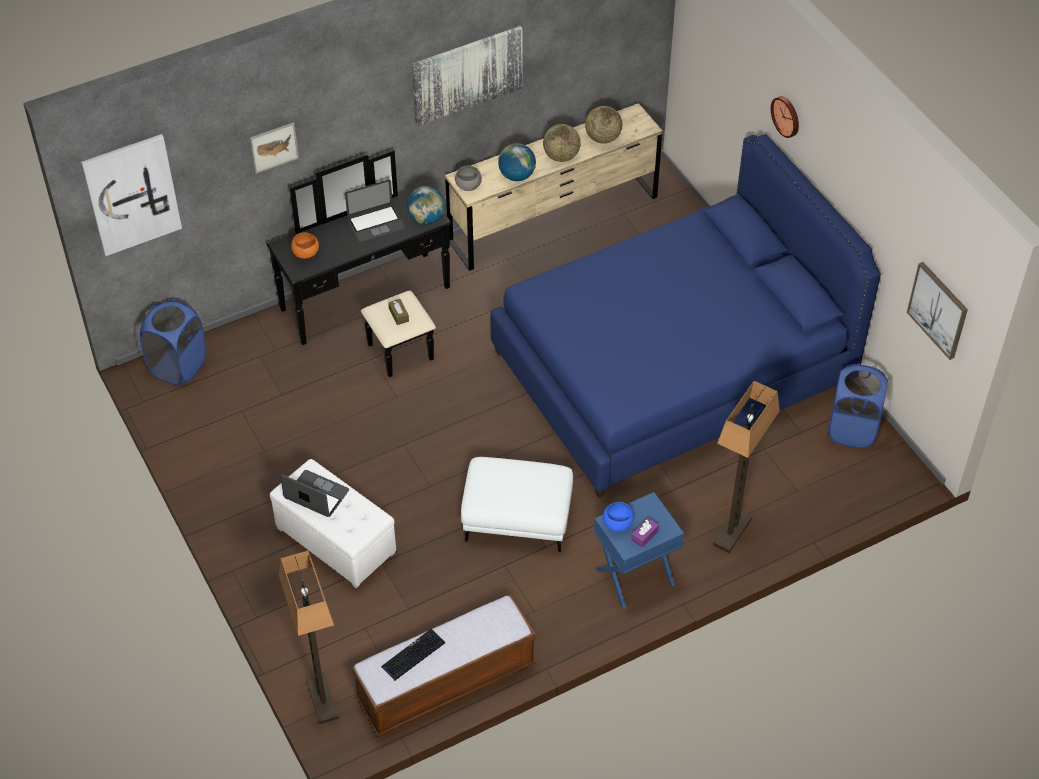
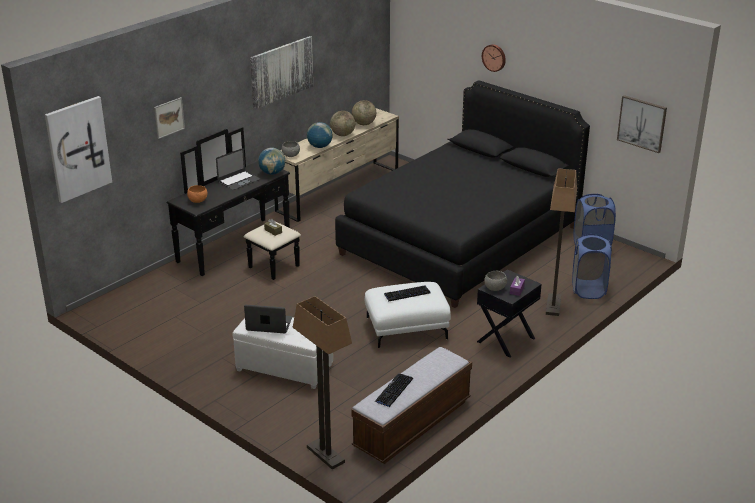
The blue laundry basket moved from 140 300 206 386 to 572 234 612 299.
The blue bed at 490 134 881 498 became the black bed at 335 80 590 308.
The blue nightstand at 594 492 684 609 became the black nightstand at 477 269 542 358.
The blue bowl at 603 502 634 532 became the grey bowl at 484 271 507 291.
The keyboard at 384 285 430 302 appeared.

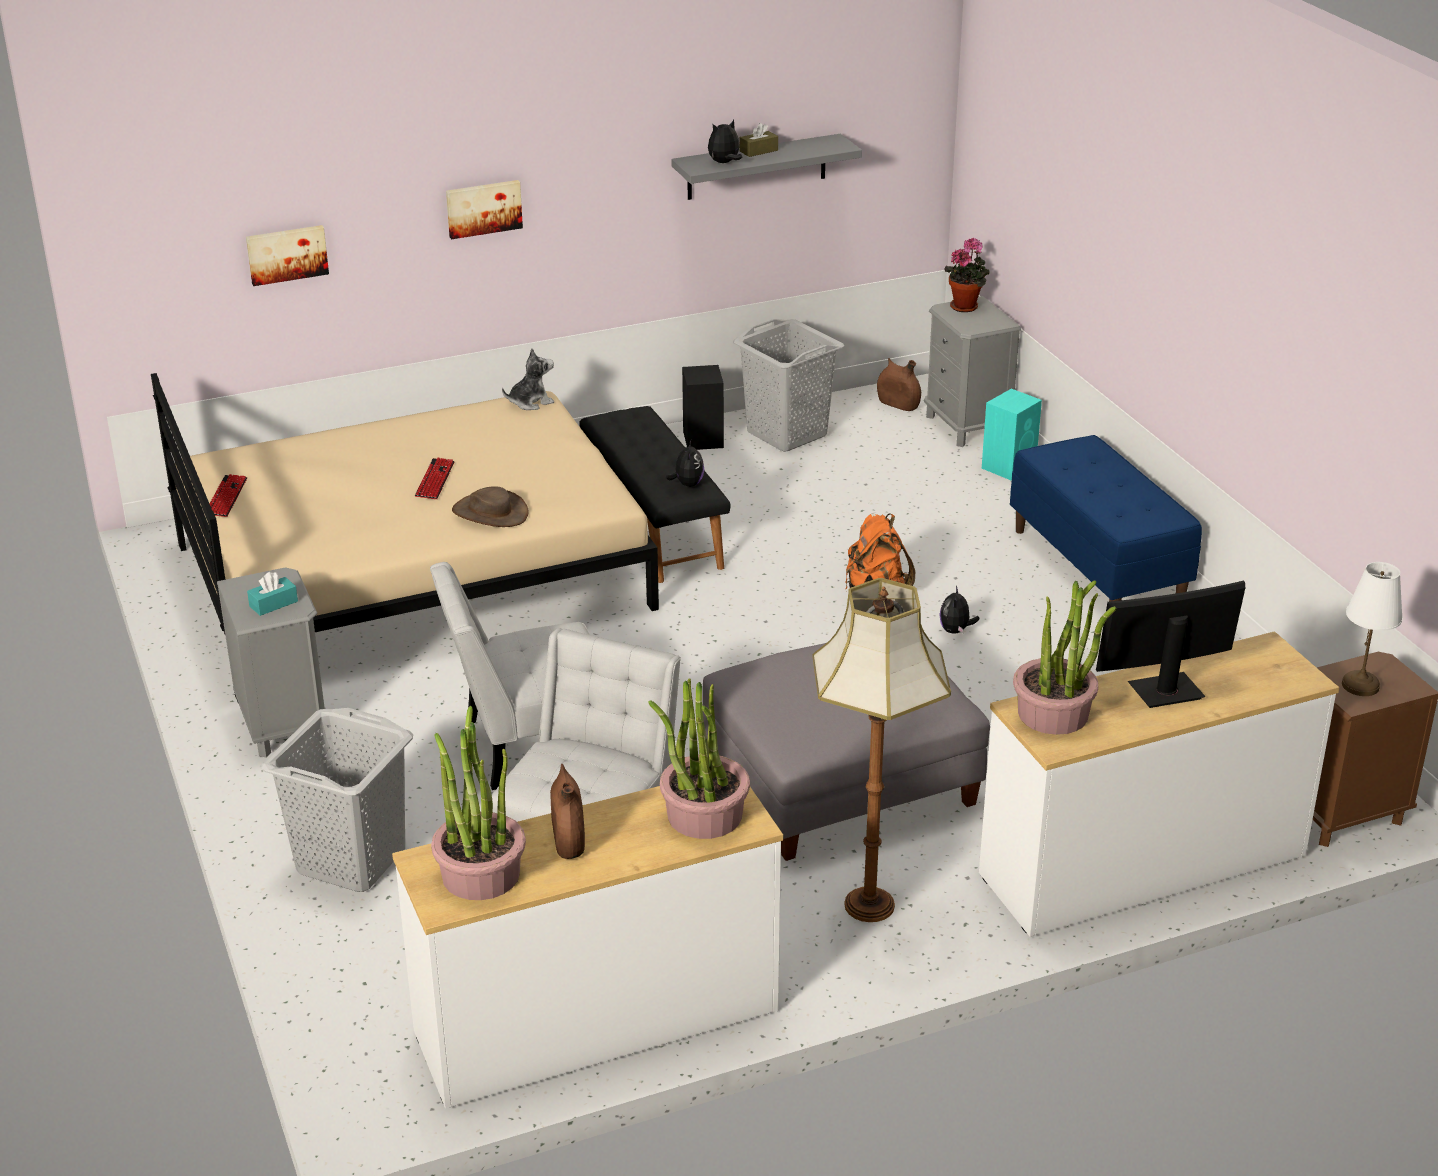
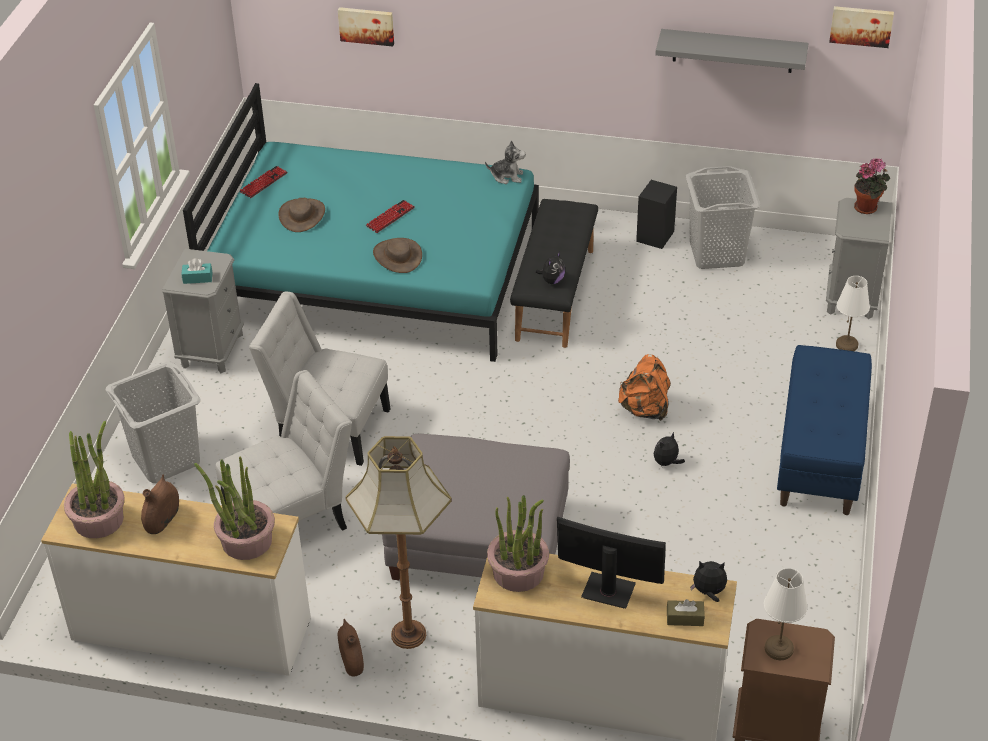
The beige bed at 151 373 659 702 became the turquoise bed at 183 83 539 362.
The picture moved from 446 180 523 239 to 829 6 894 48.
The plush toy moved from 708 120 742 163 to 690 561 727 602.
The brown tissue box moved from 740 123 778 157 to 667 599 705 626.
The brown vase moved from 877 358 921 411 to 337 619 364 676.
The turquoise speaker at 982 389 1042 481 was replaced by the white table lamp at 836 276 870 351.
The brown hat at 278 198 325 232 appeared.

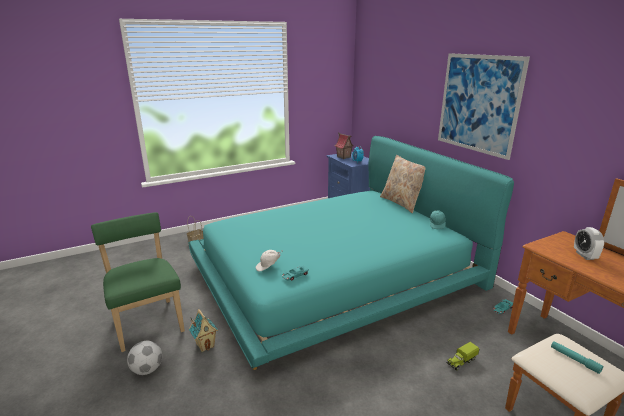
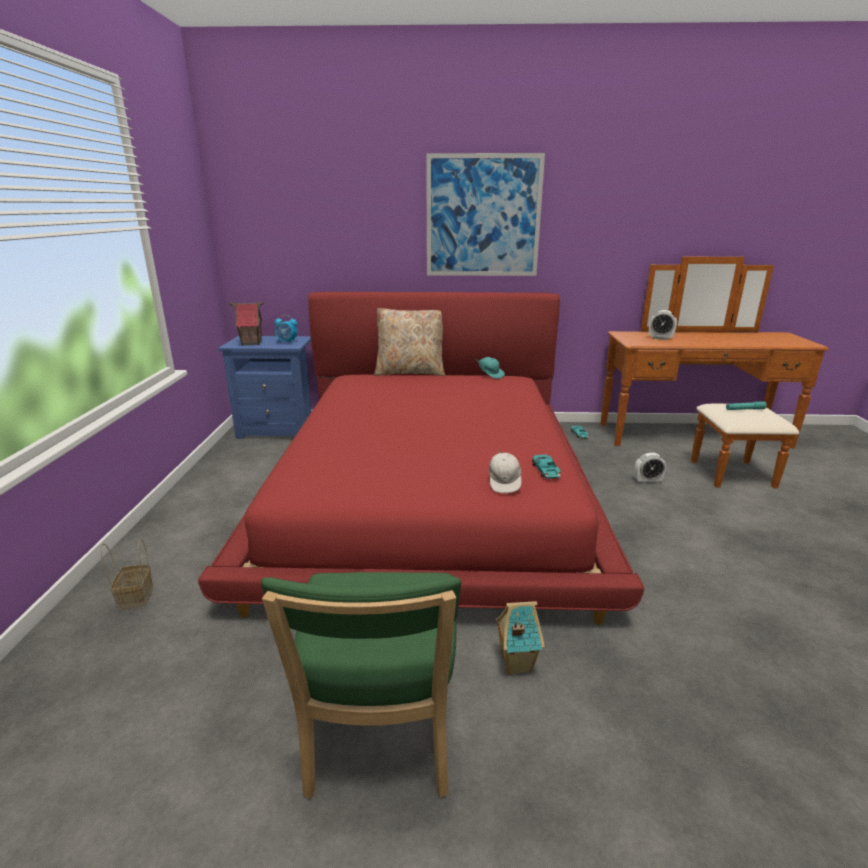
The green chair at 91 212 185 352 turned 90 degrees counterclockwise.
The football at 127 341 162 375 disappeared.
The turquoise bed at 189 136 514 370 became the red bed at 198 292 644 625.
The toy truck at 446 342 479 371 was replaced by the alarm clock at 634 453 666 484.

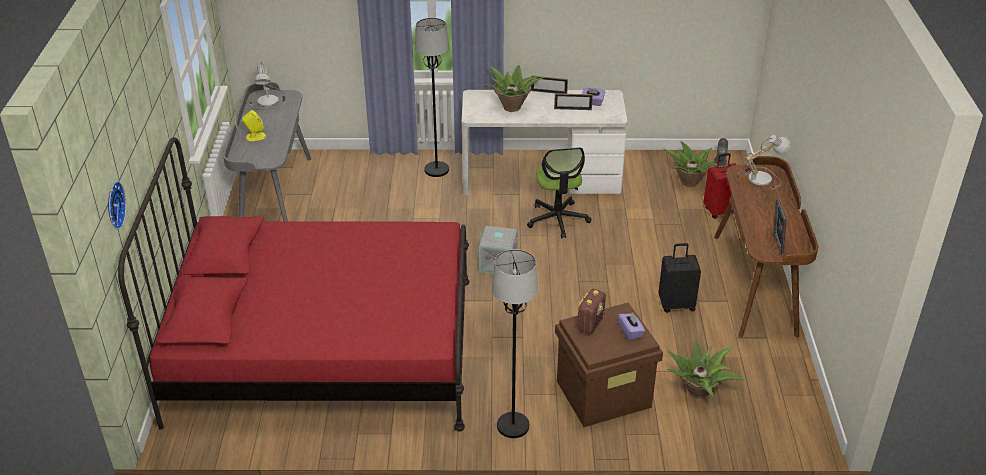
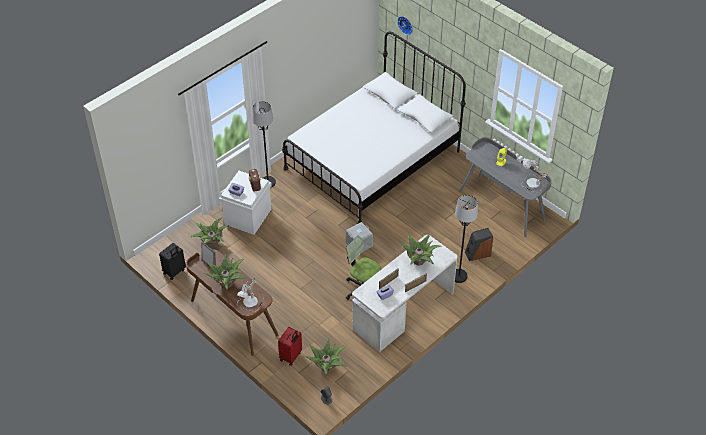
The red bed at 118 137 470 431 became the white bed at 282 32 466 224.
The brown storage box at 555 303 663 427 became the white storage box at 219 171 272 235.
The black suitcase moved from 659 243 701 313 to 159 243 186 280.
The potted plant at 203 254 247 289 appeared.
The speaker at 465 228 493 261 appeared.

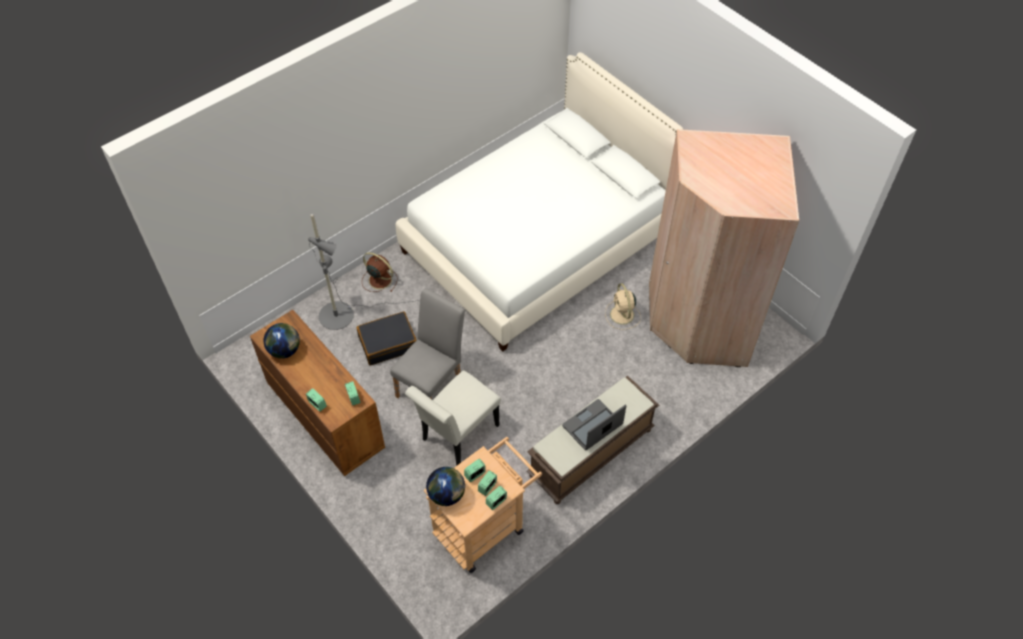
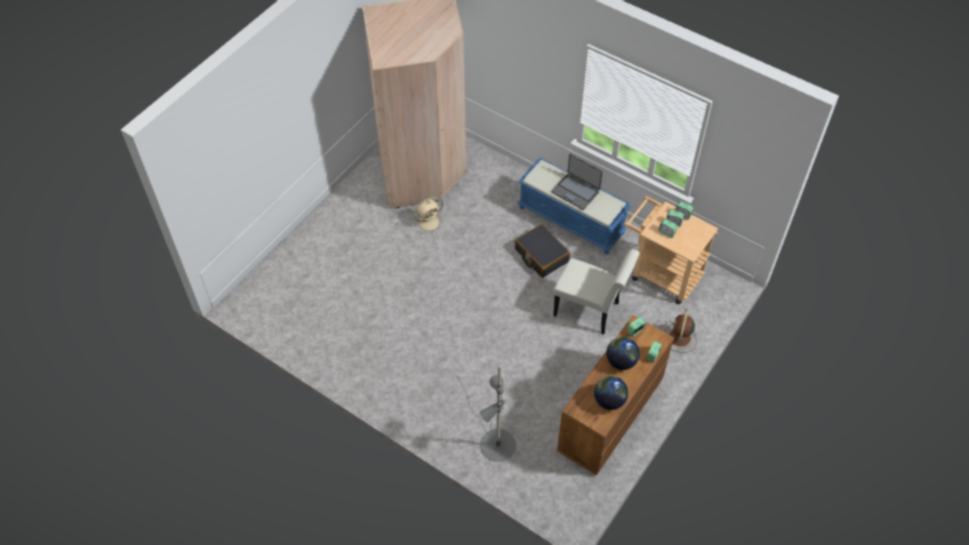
The black suitcase moved from 356 311 417 365 to 515 224 570 278.
The brown fan moved from 362 252 398 292 to 664 309 697 353.
The grey chair at 390 288 465 399 disappeared.
The white bed at 395 52 683 351 disappeared.
The globe moved from 426 467 465 506 to 606 337 640 370.
The brown bench at 527 376 659 504 became the blue bench at 517 158 631 254.

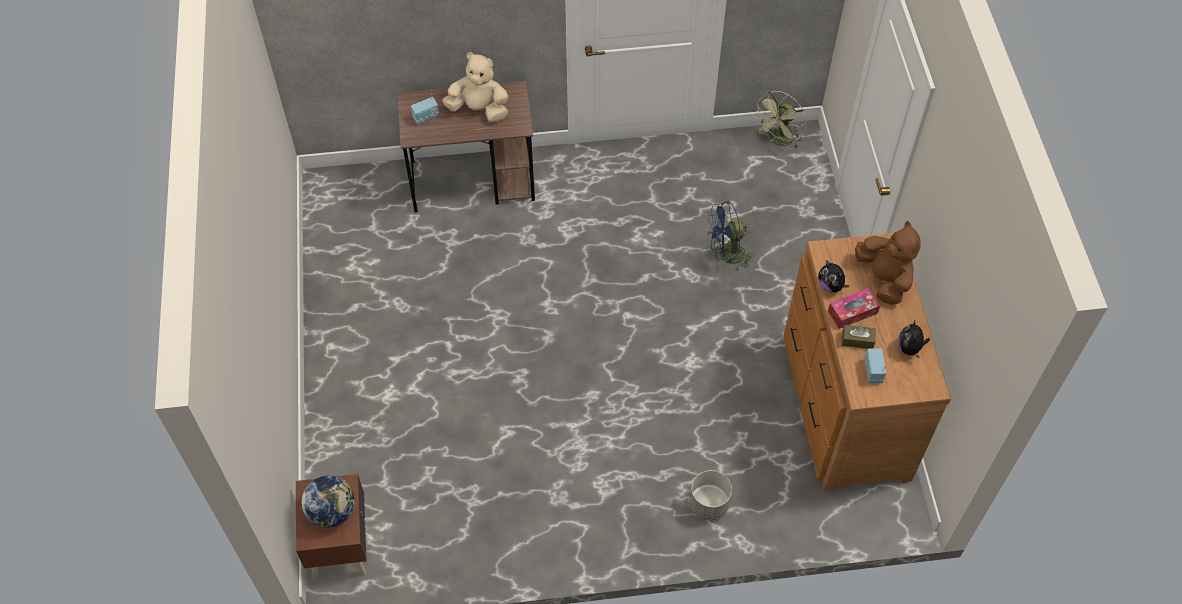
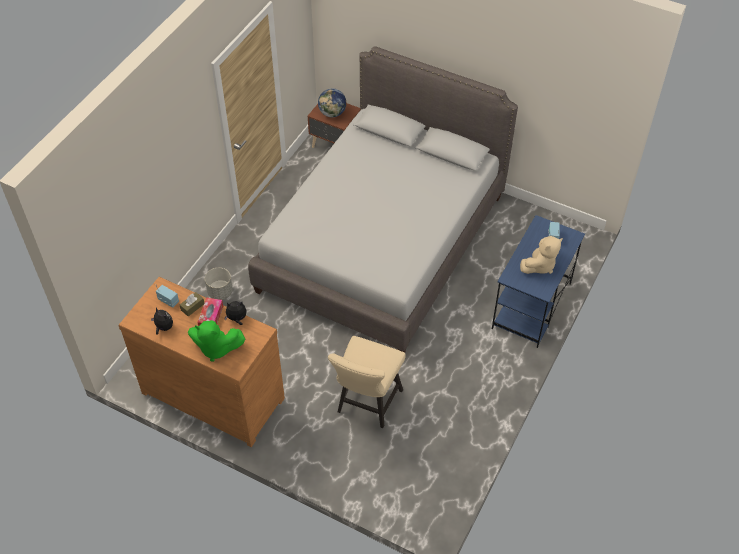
The brown desk at 397 81 535 213 became the blue desk at 492 215 585 348.
The blue fan at 707 201 755 272 was replaced by the beige chair at 328 336 406 428.
The green fan at 753 91 807 149 disappeared.
The brown plush toy at 855 221 921 305 became the green plush toy at 188 320 245 362.
The grey bed at 248 46 518 353 appeared.

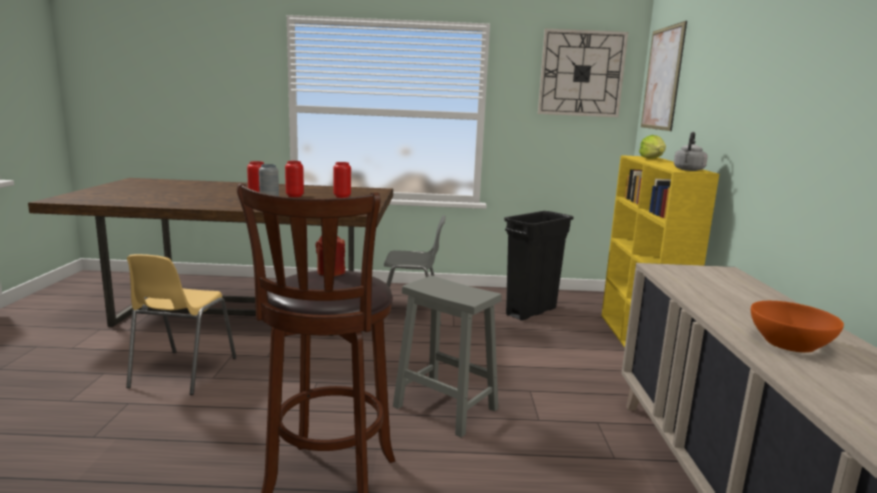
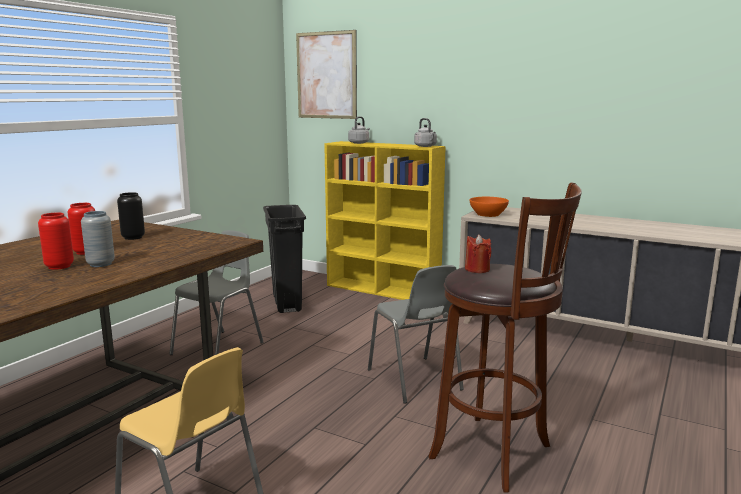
The red vase at 333 162 351 198 became the black vase at 117 192 145 240.
The grey stool at 393 276 502 438 was replaced by the grey chair at 368 265 464 404.
The wall clock at 538 29 628 117 disappeared.
The lettuce at 639 135 666 159 was replaced by the grey kettle at 348 116 370 144.
The orange bowl moved from 751 301 844 353 to 470 197 509 217.

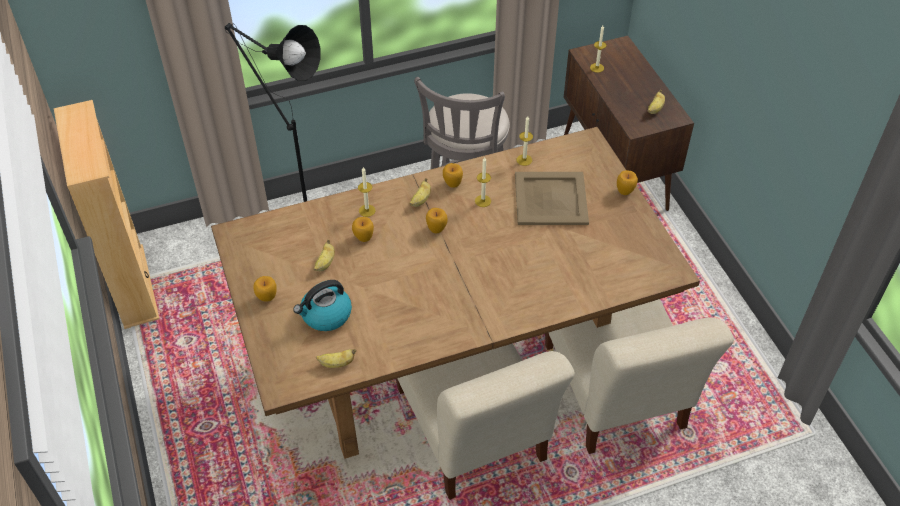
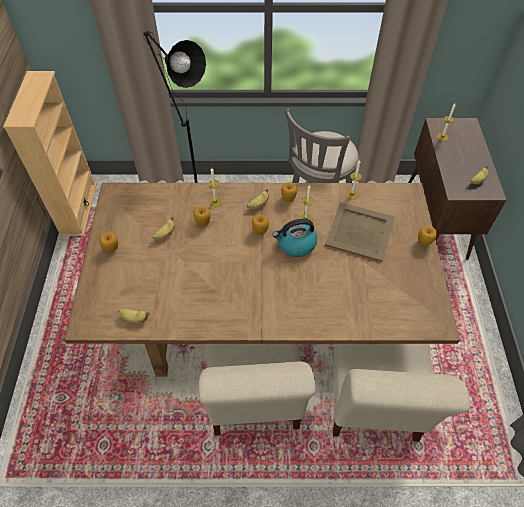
The kettle moved from 293 280 352 331 to 272 219 317 257.

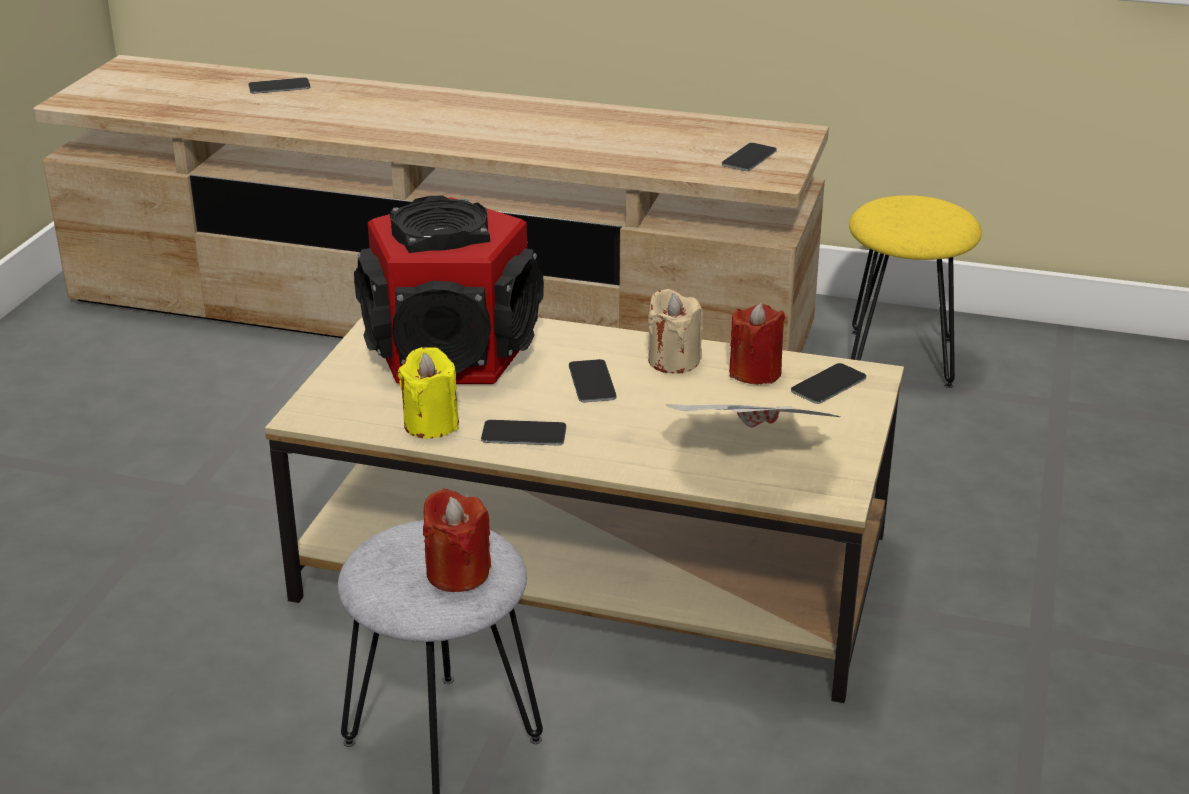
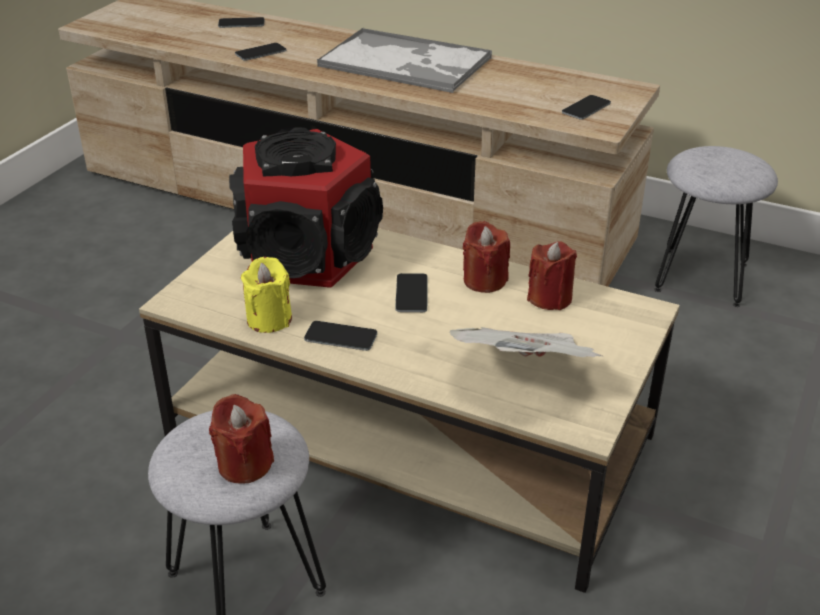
The beige candle at 648 289 703 373 became the red candle at 463 221 510 293.
The phone moved from 791 363 866 404 to 235 43 286 61.
The yellow stool at 849 195 982 388 became the grey stool at 654 146 778 307.
The tray at 317 28 492 93 appeared.

